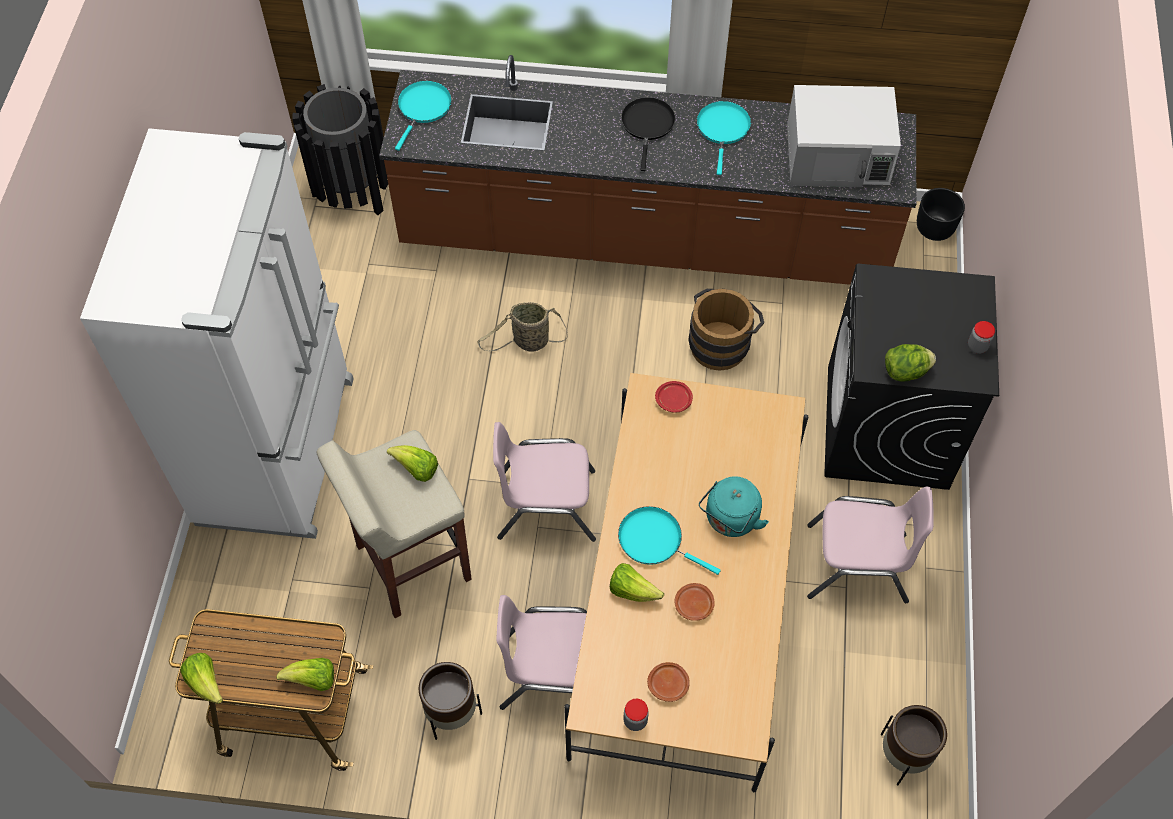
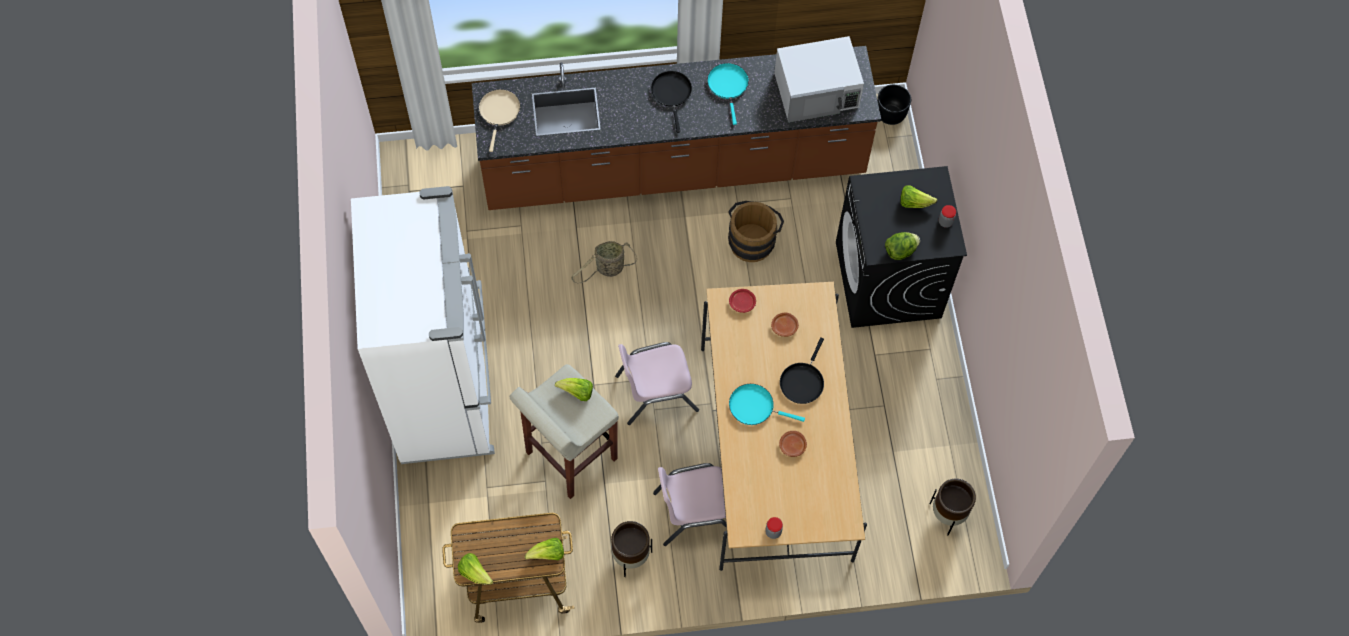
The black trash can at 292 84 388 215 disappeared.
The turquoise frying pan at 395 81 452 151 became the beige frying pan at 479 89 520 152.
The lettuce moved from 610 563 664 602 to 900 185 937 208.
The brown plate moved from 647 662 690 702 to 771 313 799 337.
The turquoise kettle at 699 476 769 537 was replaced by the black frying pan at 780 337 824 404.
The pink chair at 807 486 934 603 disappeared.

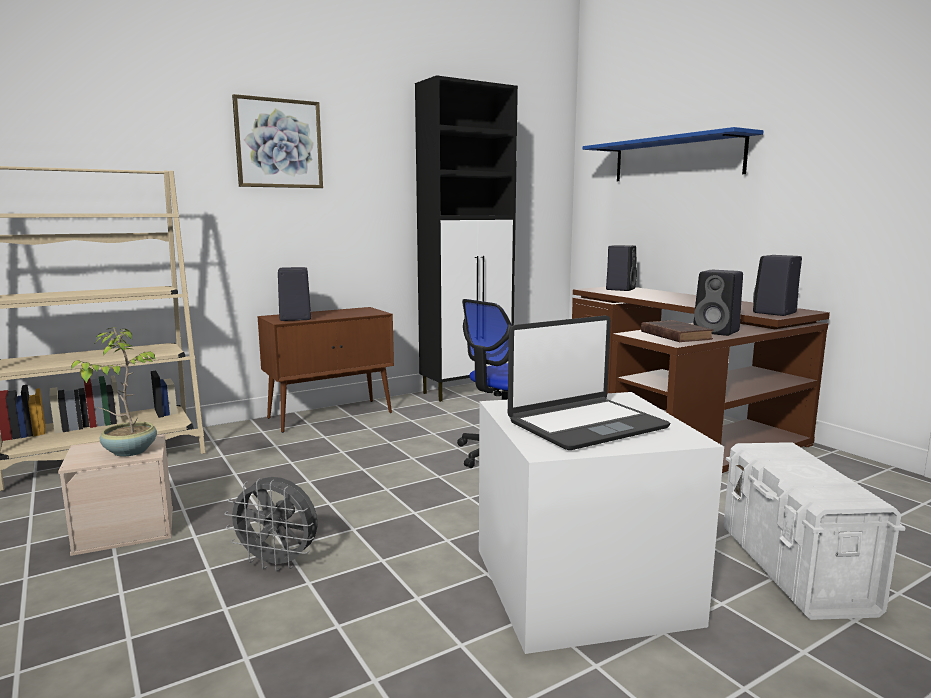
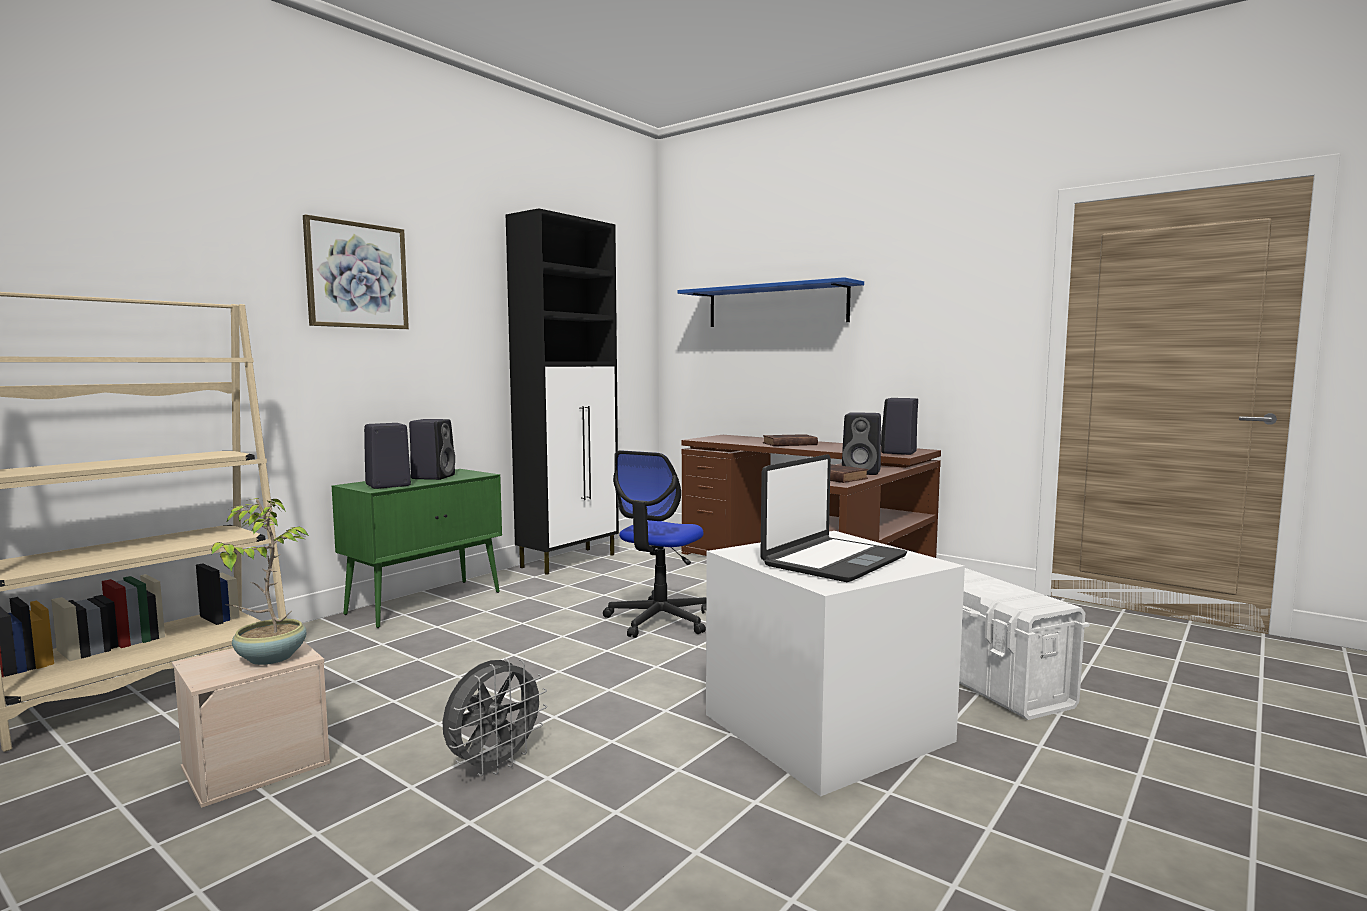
The grey fan at 225 477 317 571 turned 45 degrees counterclockwise.
The brown cabinet at 258 307 394 433 became the green cabinet at 332 469 502 628.
The black speaker moved from 606 245 637 291 to 409 419 455 480.
The brown book at 763 434 818 446 appeared.

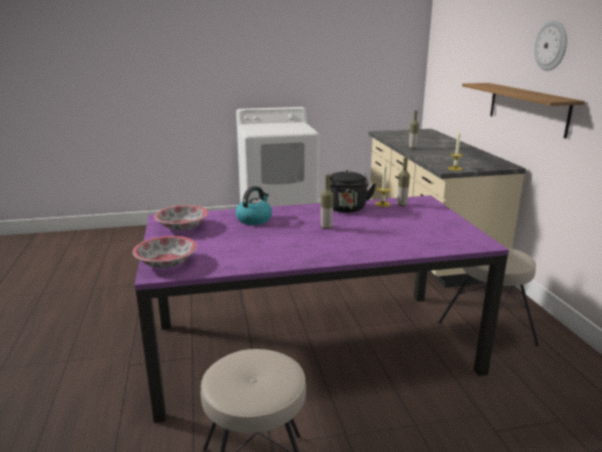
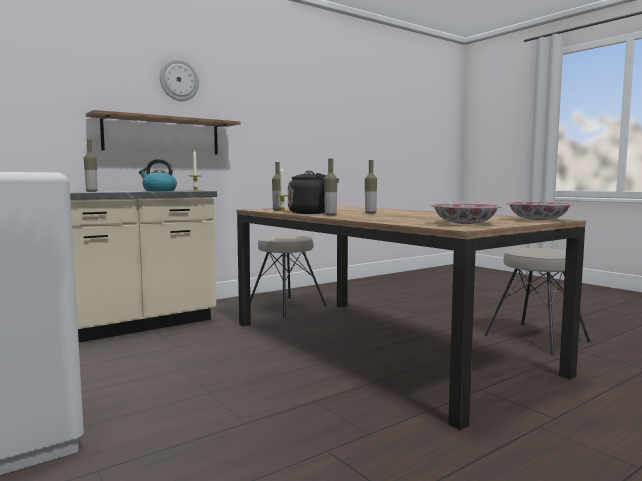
The purple dining table at 135 195 509 423 became the brown dining table at 237 206 586 430.
The kettle moved from 236 186 272 225 to 139 159 177 191.
The bottle at 324 159 337 216 appeared.

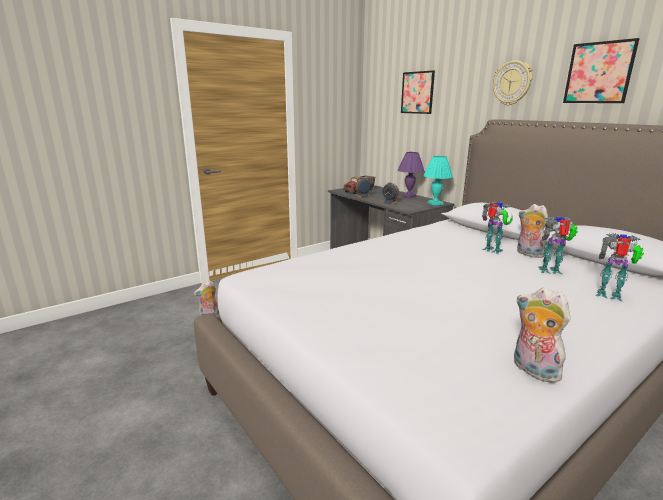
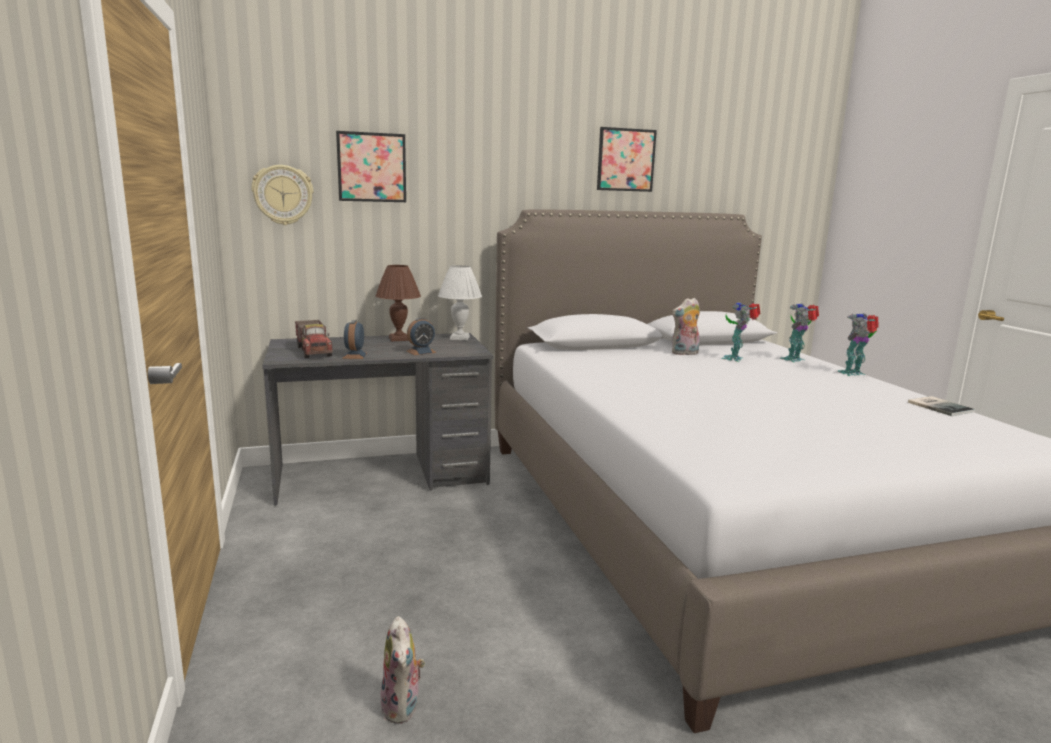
The purple table lamp at 397 152 424 198 became the brown table lamp at 375 265 421 341.
The turquoise table lamp at 423 156 453 205 became the white table lamp at 438 265 482 340.
The toy robot moved from 482 201 512 254 to 837 313 879 376.
The wall clock moved from 493 60 533 105 to 251 165 313 225.
The plush toy at 514 287 571 383 was replaced by the book at 908 396 975 416.

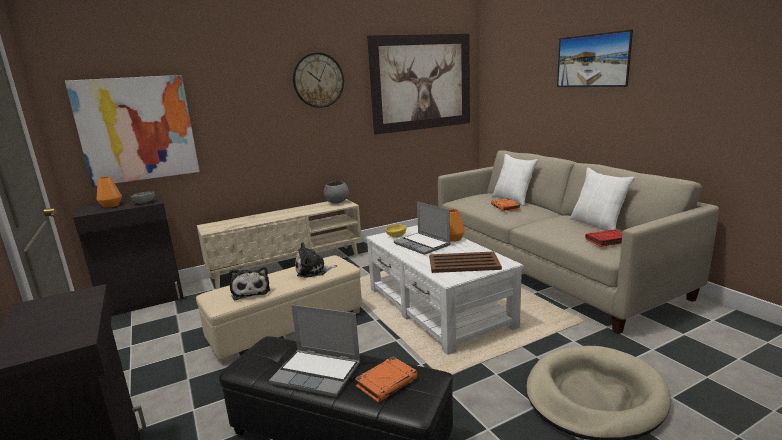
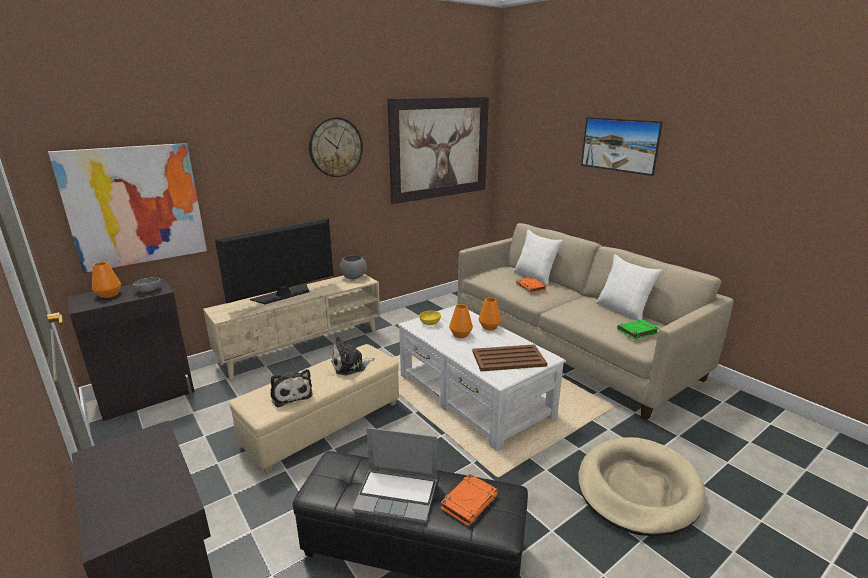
The laptop at 394 202 450 255 was replaced by the orange vase at 449 304 473 338.
The red book at 585 230 623 247 became the green book at 617 319 659 339.
The television at 215 218 334 304 appeared.

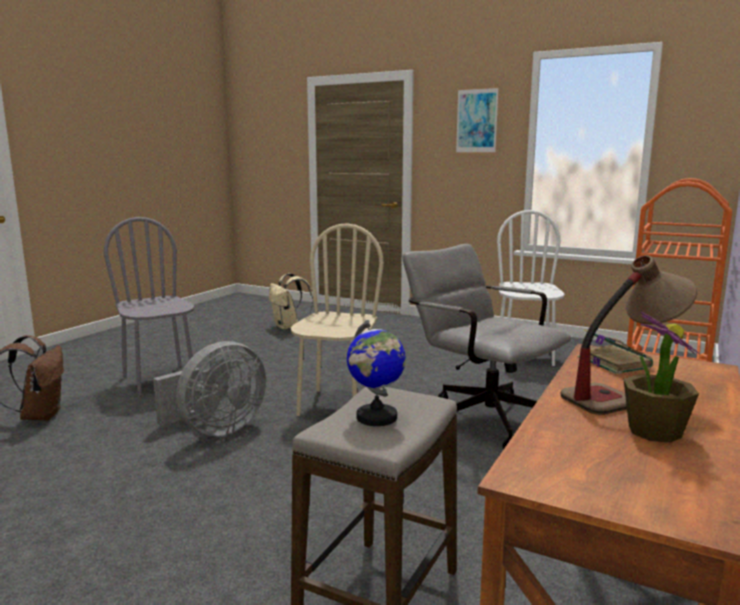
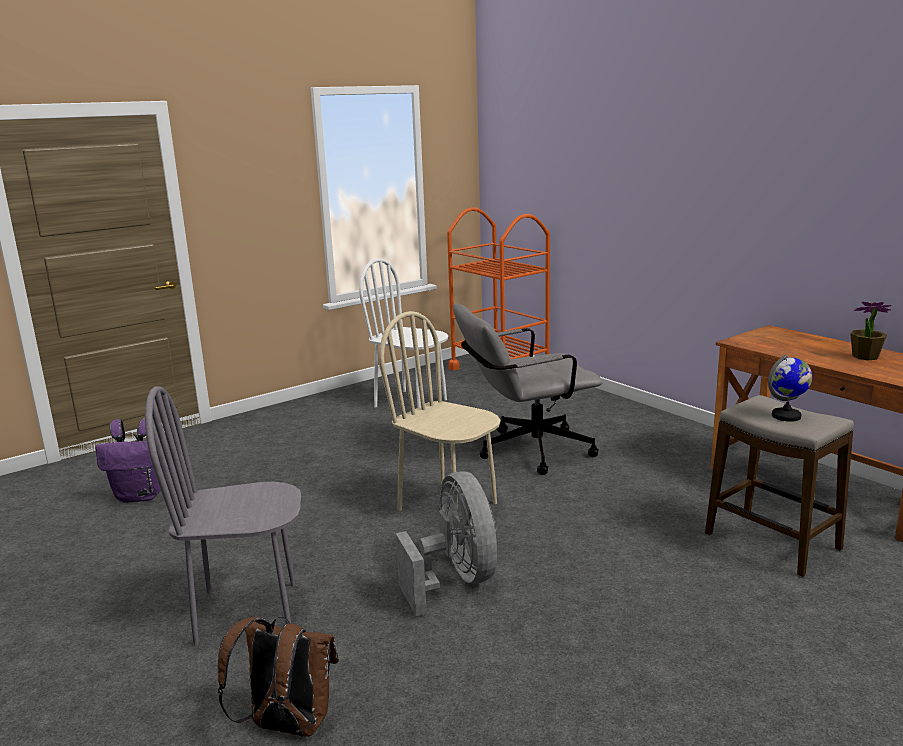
The beige backpack at 269 273 313 330 became the purple backpack at 95 417 162 503.
The picture at 456 87 499 154 disappeared.
The table lamp at 560 255 697 415 disappeared.
The book at 578 329 653 374 disappeared.

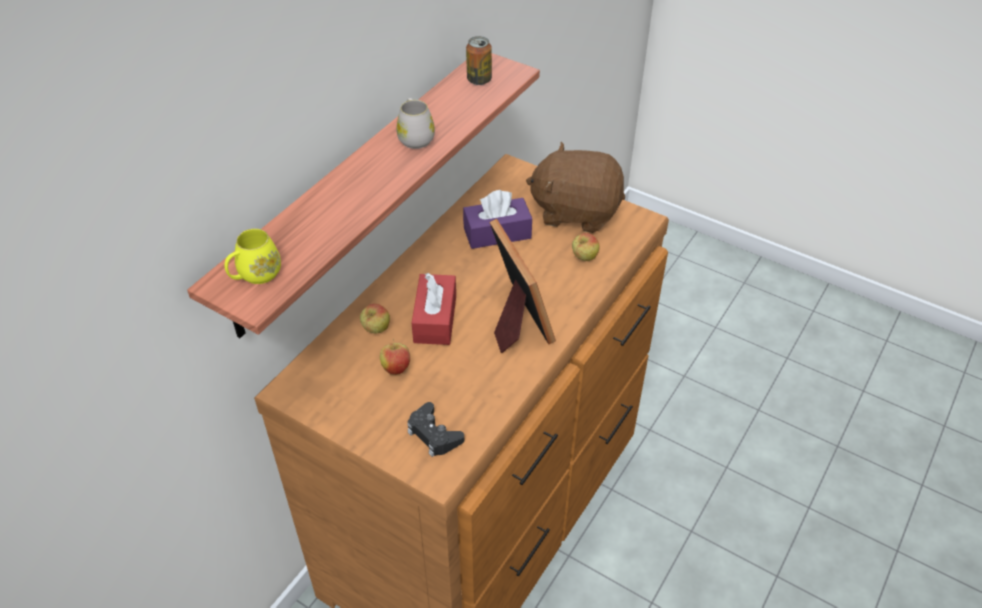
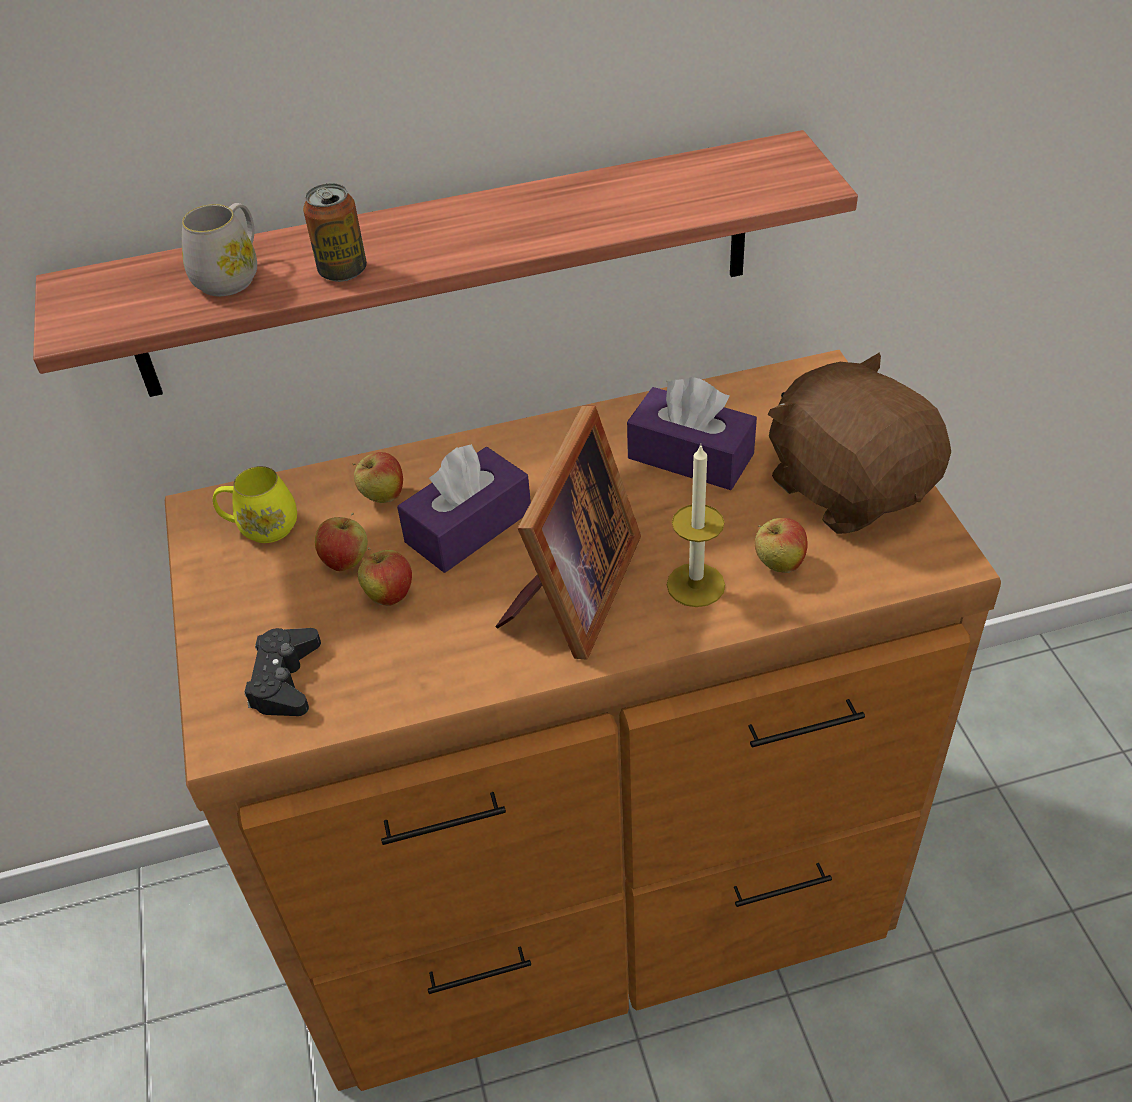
The yellow mug moved from 224 228 281 284 to 213 466 297 543.
The white mug moved from 396 98 435 149 to 182 203 257 296.
The red tissue box at 412 273 456 345 became the purple tissue box at 397 444 531 573.
The can moved from 466 36 492 85 to 303 183 367 282.
The apple at 358 547 412 606 appeared.
The candle at 667 443 725 607 appeared.

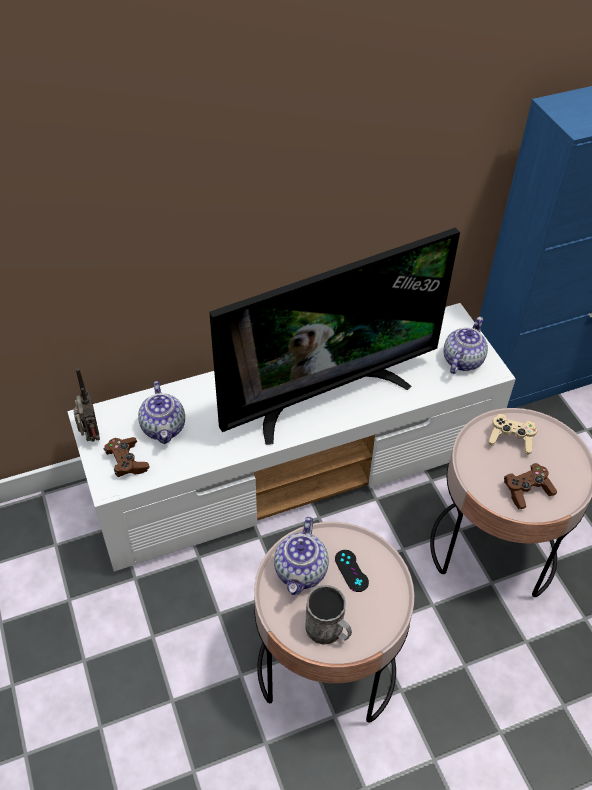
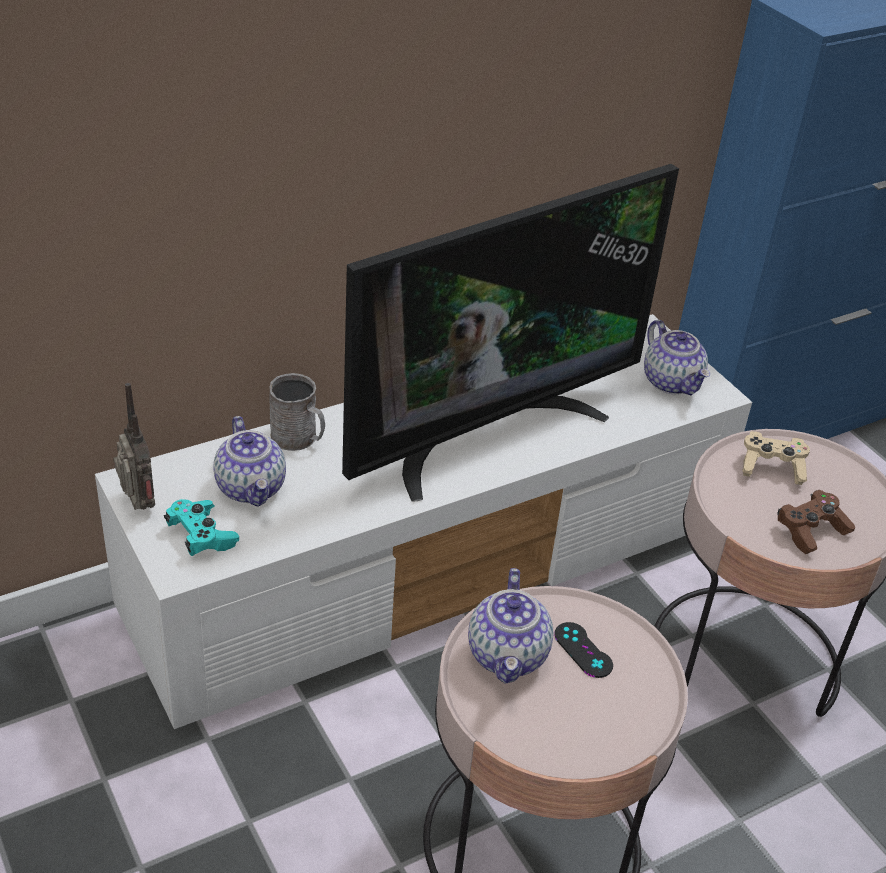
The brown game controller at 103 437 149 477 became the turquoise game controller at 164 499 239 556.
The grey mug moved from 305 585 352 645 to 269 373 325 451.
The teapot at 443 317 488 374 turned 135 degrees clockwise.

